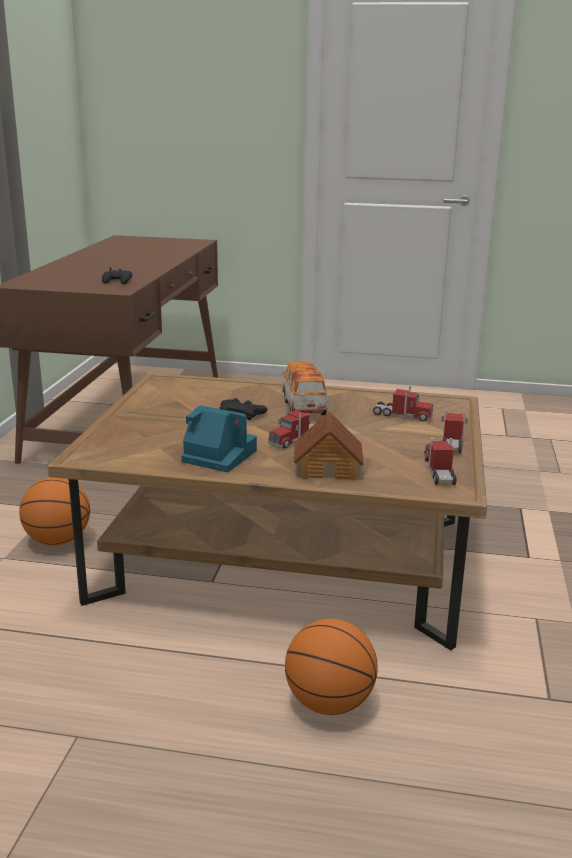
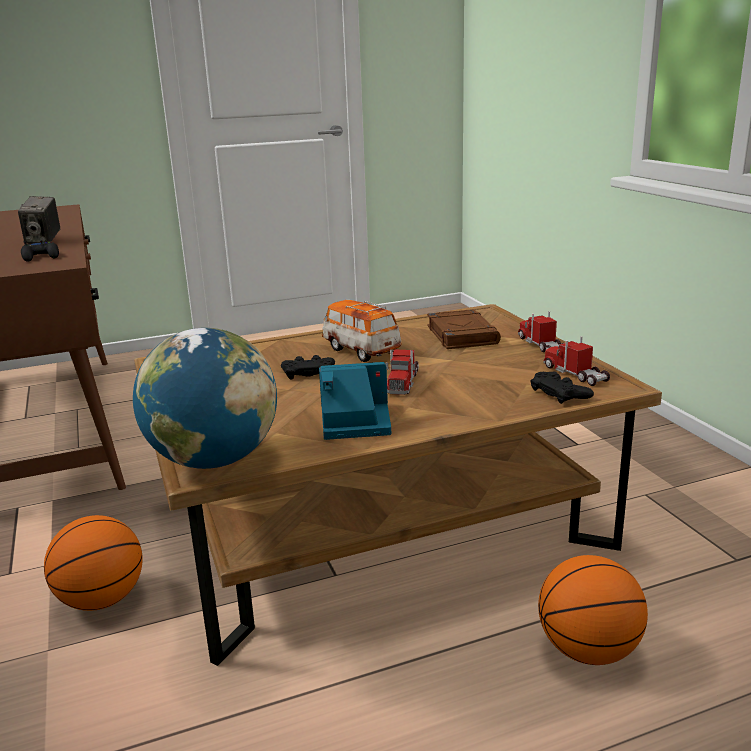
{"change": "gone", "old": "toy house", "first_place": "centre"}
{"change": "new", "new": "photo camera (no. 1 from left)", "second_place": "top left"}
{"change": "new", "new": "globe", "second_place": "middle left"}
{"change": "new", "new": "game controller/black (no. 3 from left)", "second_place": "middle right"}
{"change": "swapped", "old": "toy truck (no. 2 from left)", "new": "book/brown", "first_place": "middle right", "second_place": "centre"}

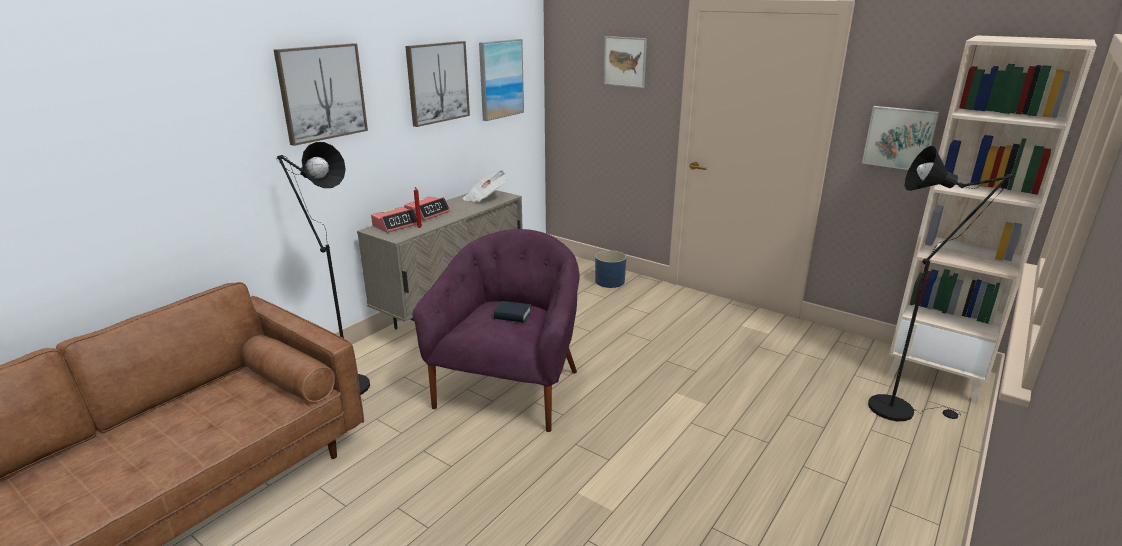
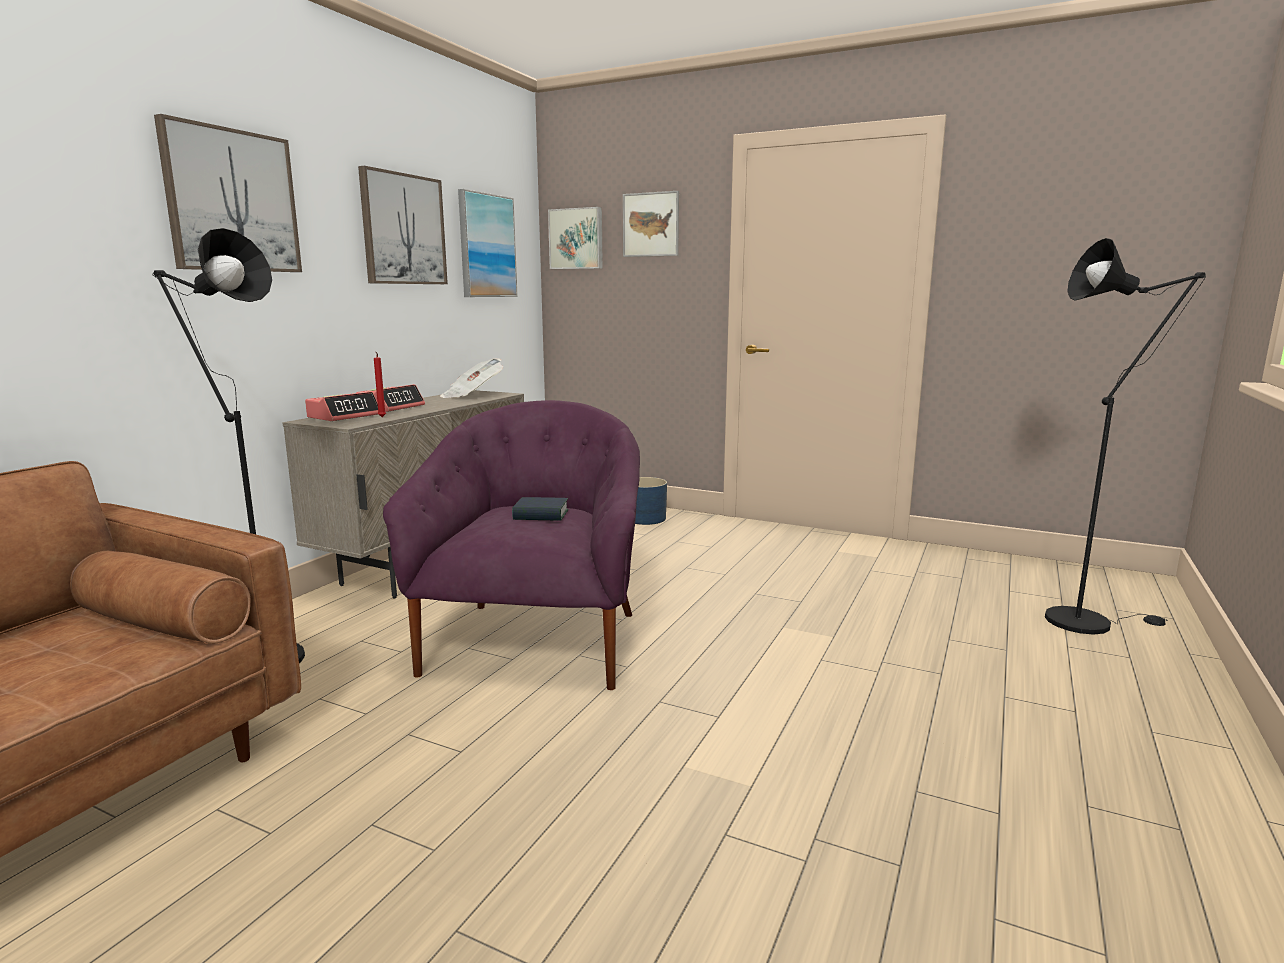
{"change": "gone", "old": "bookcase/beige", "first_place": "middle right"}
{"change": "shifted", "old": "picture (no. 5 from left in the first image)", "new": "picture (no. 4 from left)", "first_place": "top right", "second_place": "top centre"}

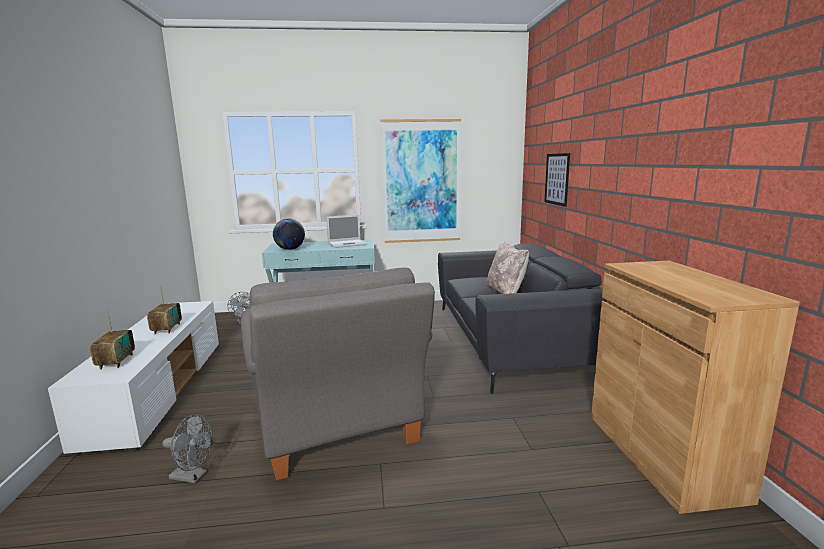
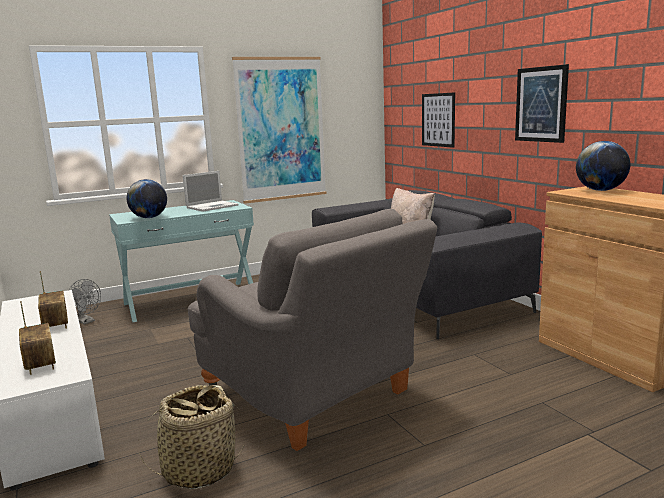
{"change": "new", "new": "picture (no. 3 from left)", "second_place": "top right"}
{"change": "new", "new": "globe (no. 2 from left)", "second_place": "middle right"}
{"change": "swapped", "old": "fan/grey (no. 1 from left)", "new": "basket", "first_place": "bottom left", "second_place": "bottom left"}

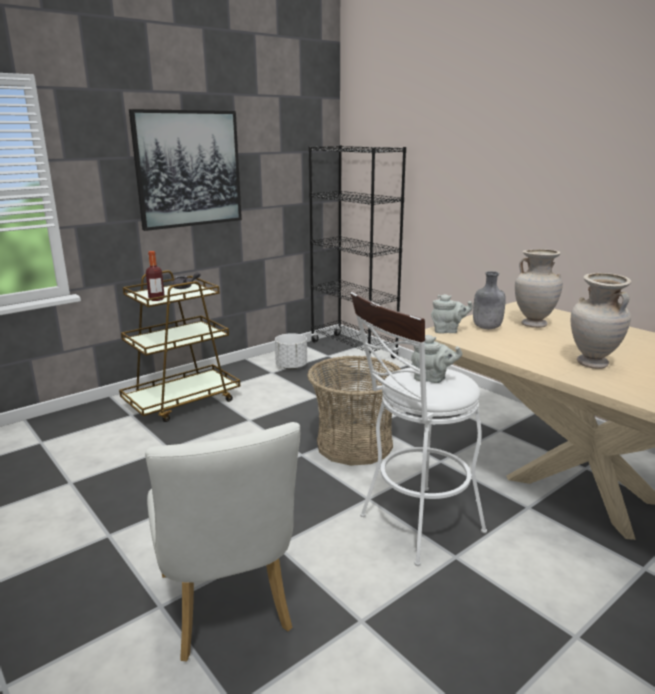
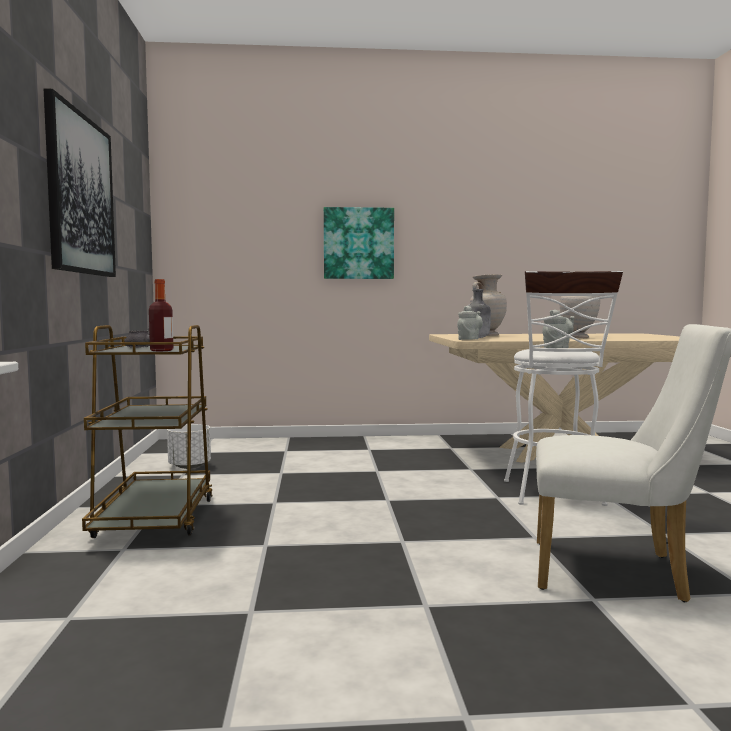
{"change": "gone", "old": "basket", "first_place": "centre"}
{"change": "gone", "old": "bookcase/black", "first_place": "centre"}
{"change": "new", "new": "picture (no. 2 from left)", "second_place": "top centre"}

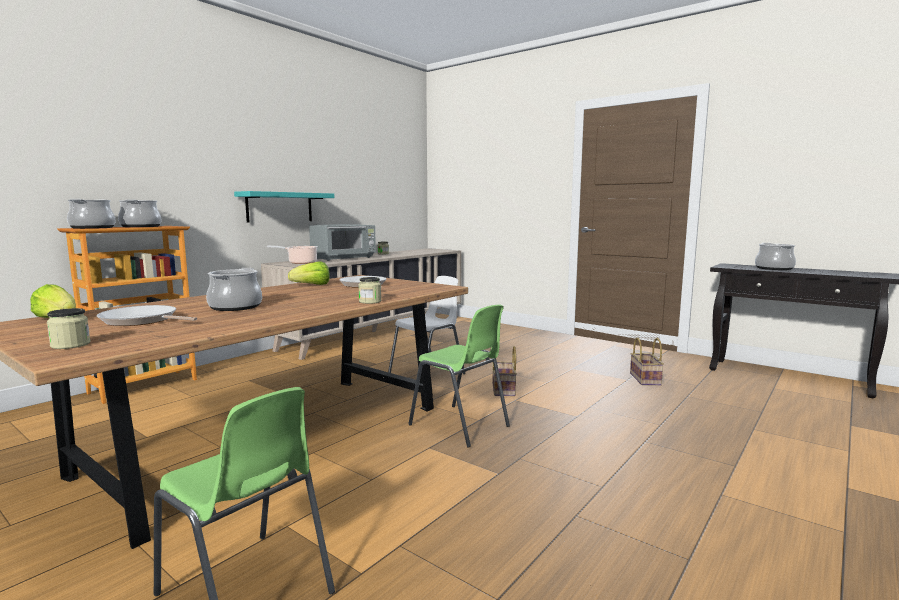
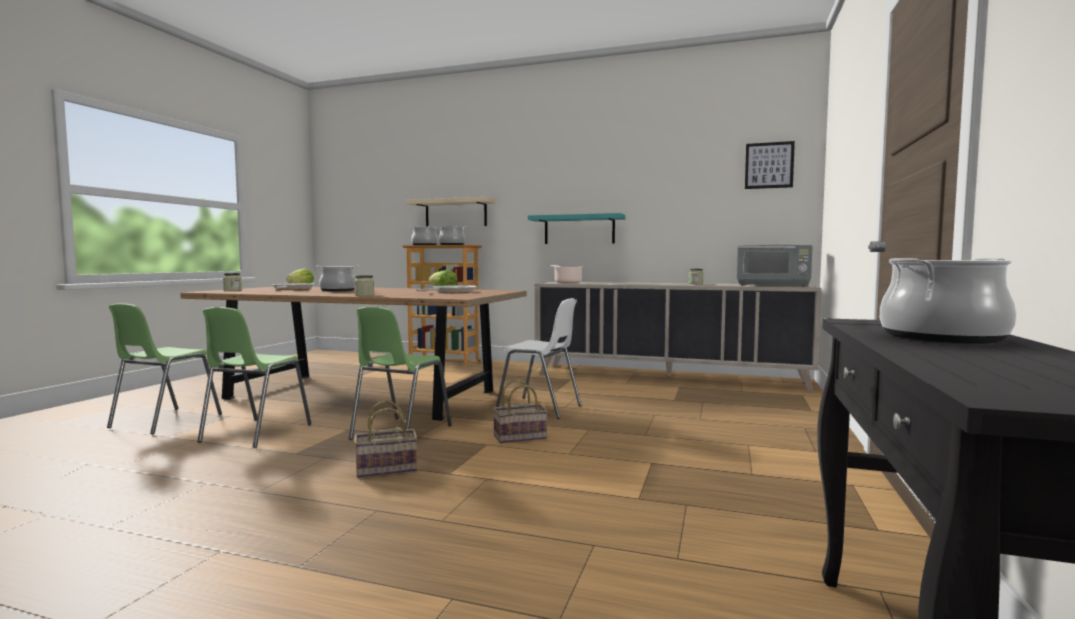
{"change": "new", "new": "chair/green (no. 2 from left)", "second_place": "middle left"}
{"change": "new", "new": "shelf/beige", "second_place": "centre"}
{"change": "new", "new": "picture", "second_place": "top right"}
{"change": "shifted", "old": "microwave/grey", "first_place": "centre", "second_place": "middle right"}
{"change": "shifted", "old": "basket (no. 2 from left in the first image)", "new": "basket (no. 1 from left)", "first_place": "middle right", "second_place": "bottom centre"}

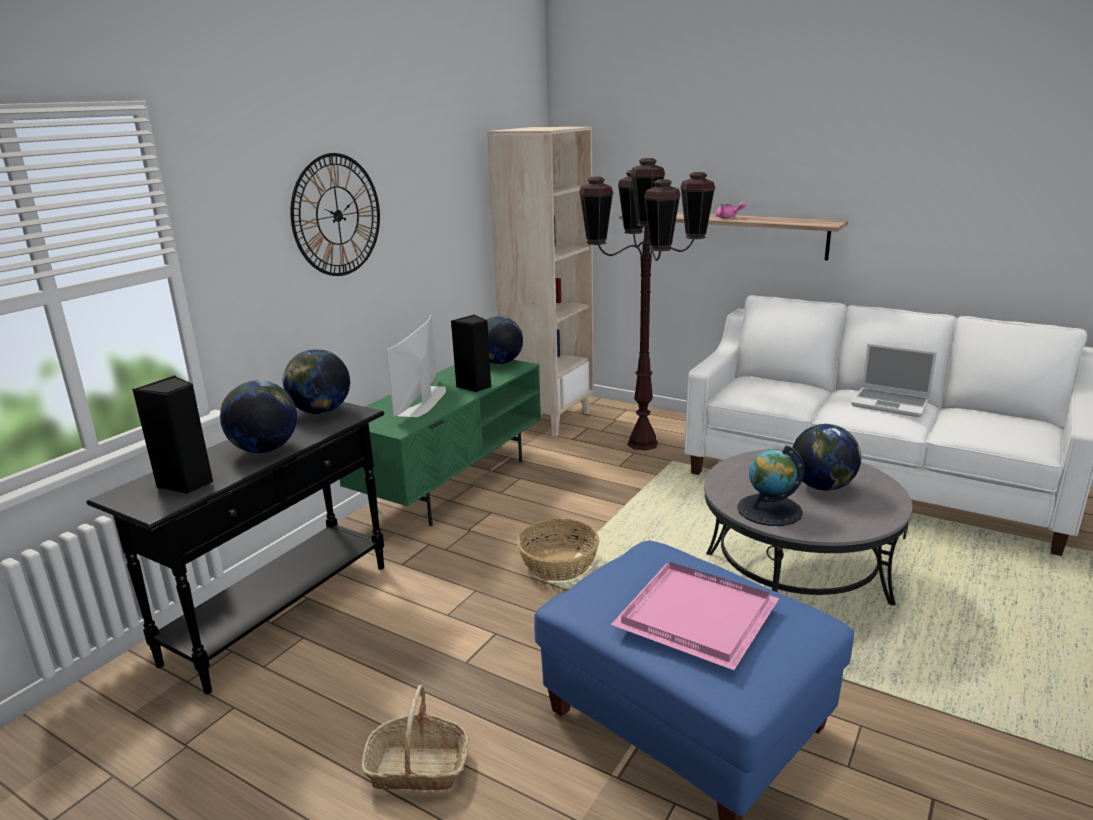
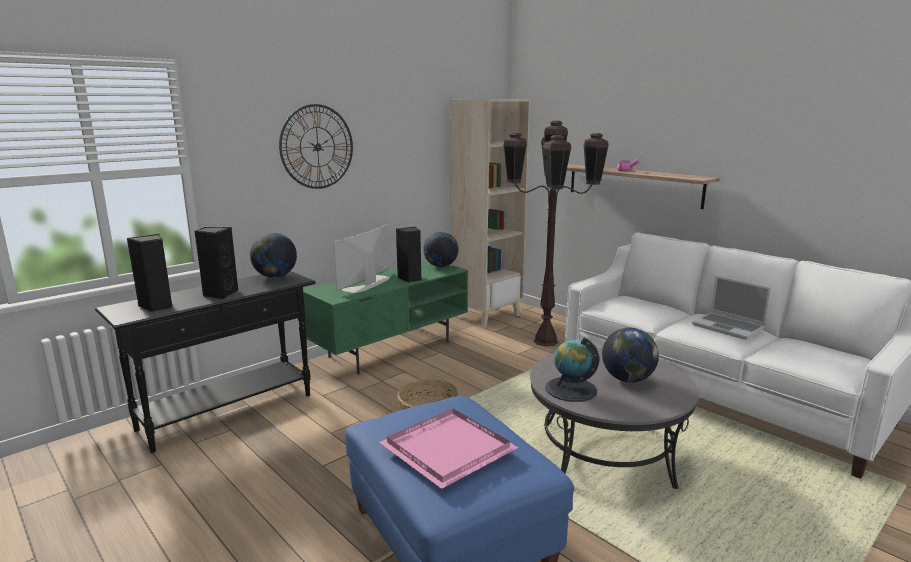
{"change": "gone", "old": "basket (no. 1 from left)", "first_place": "bottom centre"}
{"change": "swapped", "old": "globe (no. 1 from left)", "new": "speaker/black (no. 2 from left)", "first_place": "middle left", "second_place": "middle left"}

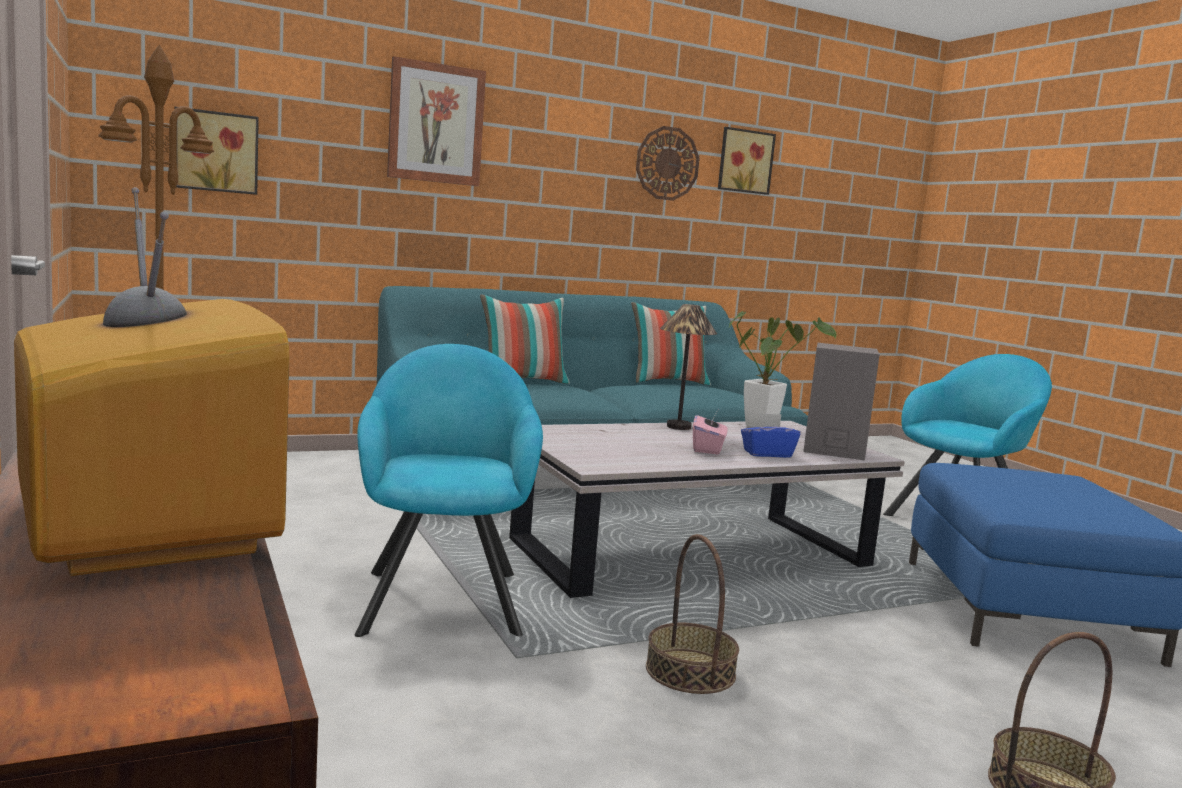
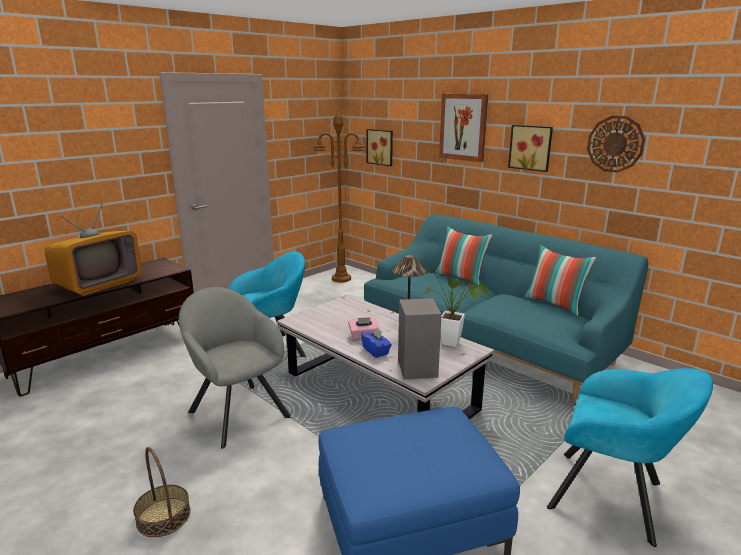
{"change": "shifted", "old": "picture (no. 3 from left)", "first_place": "top centre", "second_place": "top right"}
{"change": "swapped", "old": "basket (no. 1 from left)", "new": "armchair/grey", "first_place": "bottom centre", "second_place": "middle left"}

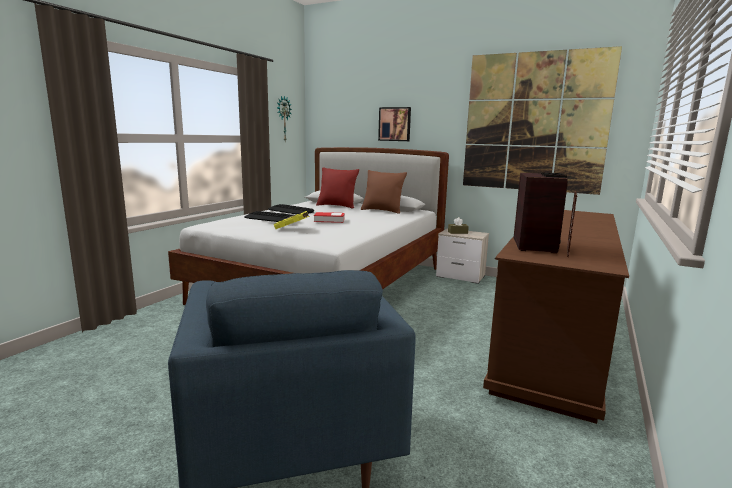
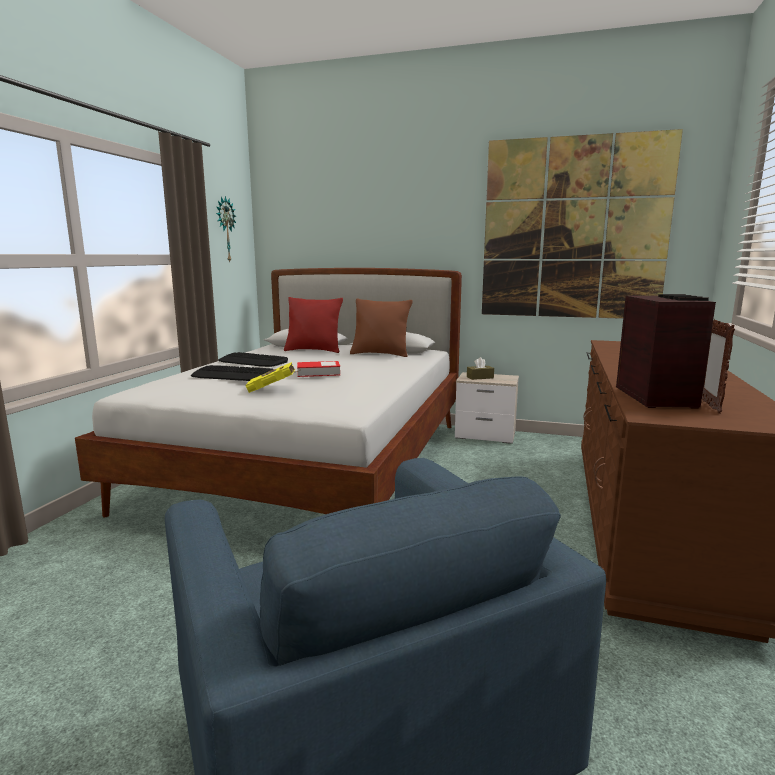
{"change": "gone", "old": "picture (no. 1 from left)", "first_place": "top centre"}

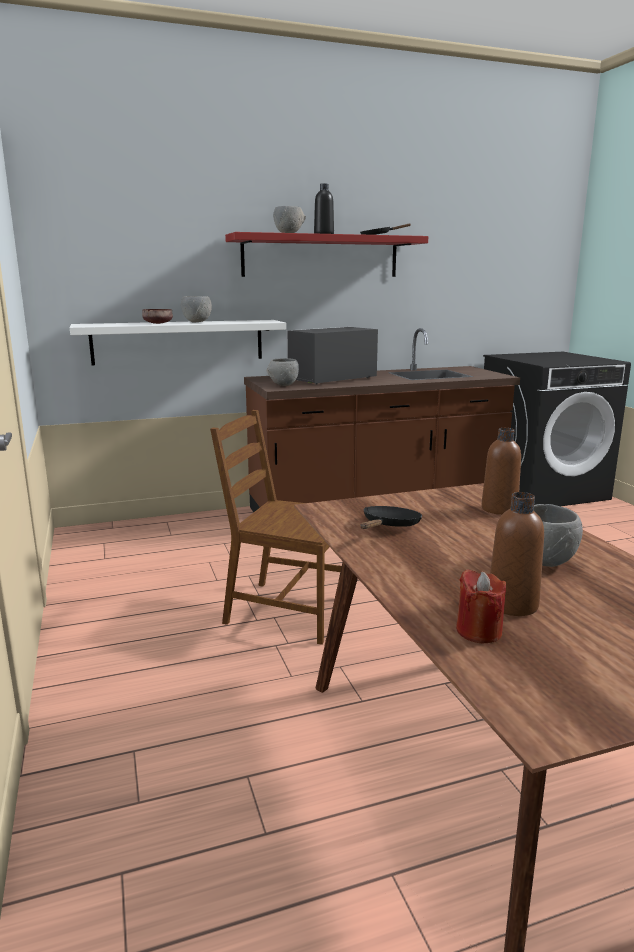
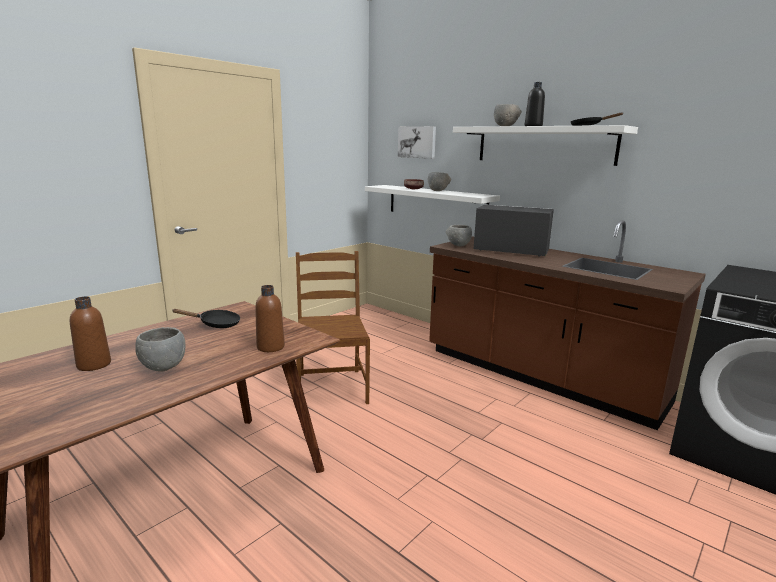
{"change": "gone", "old": "candle/red", "first_place": "middle right"}
{"change": "new", "new": "picture", "second_place": "top centre"}
{"change": "repainted", "old": "shelf/red", "new": "shelf/white (no. 2 from left)", "first_place": "top centre", "second_place": "top right"}

